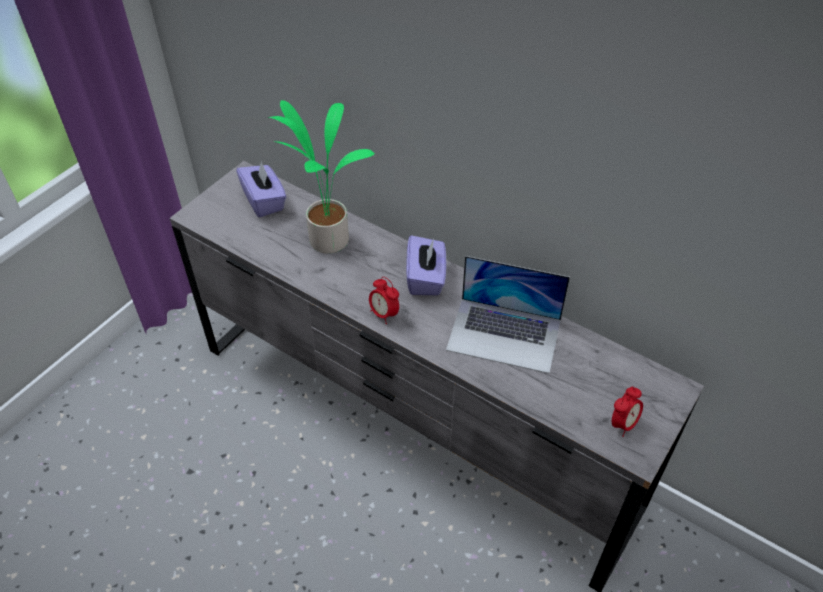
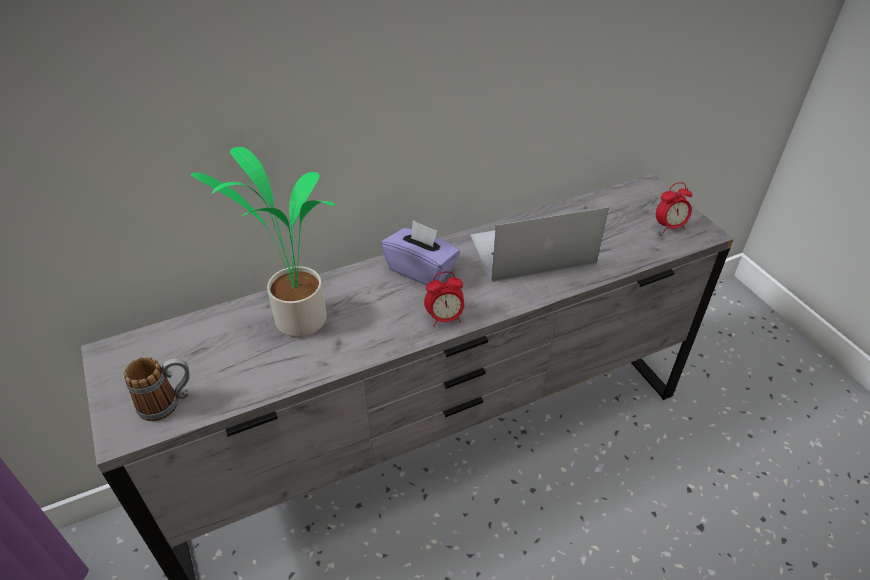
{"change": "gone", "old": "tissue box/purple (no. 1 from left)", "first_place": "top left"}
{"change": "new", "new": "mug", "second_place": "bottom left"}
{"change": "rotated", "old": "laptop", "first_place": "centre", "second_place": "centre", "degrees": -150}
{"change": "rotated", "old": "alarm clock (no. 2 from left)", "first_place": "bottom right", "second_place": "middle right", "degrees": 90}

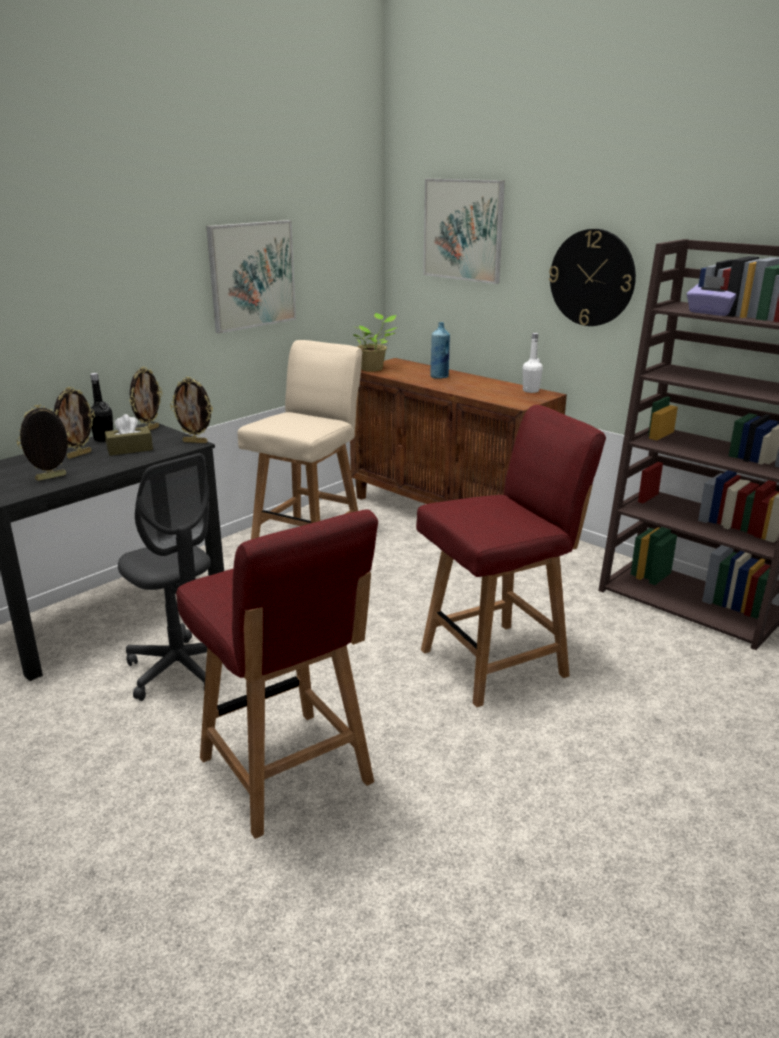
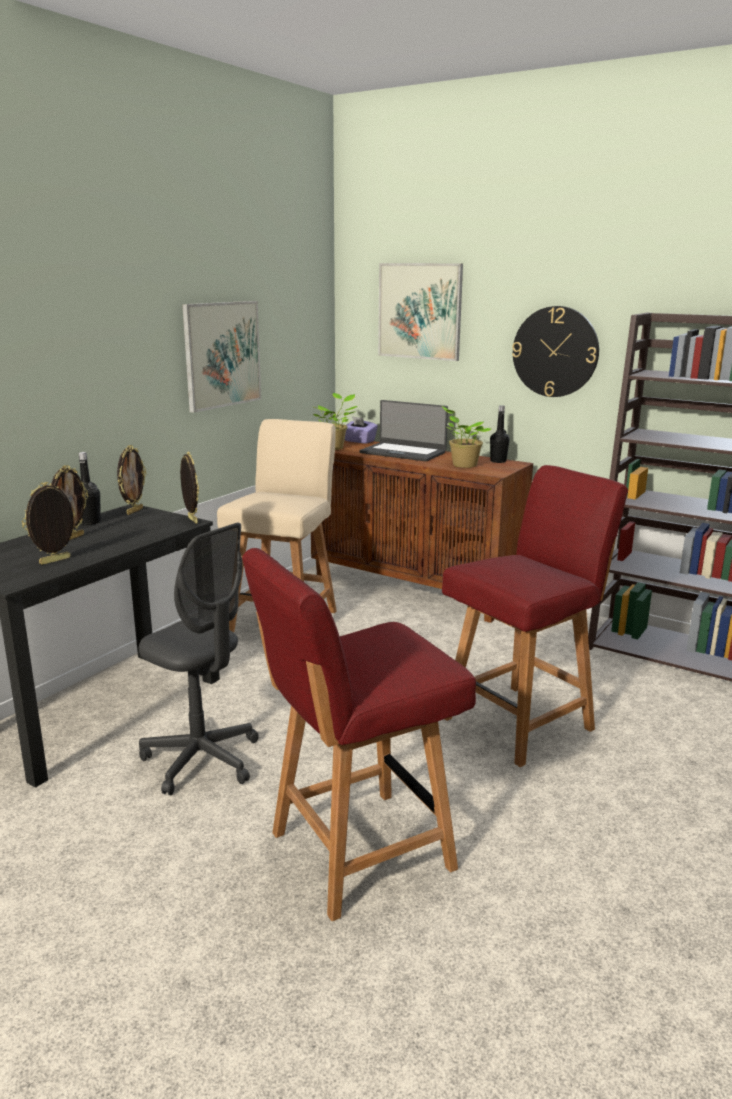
{"change": "gone", "old": "tissue box/brown", "first_place": "middle left"}
{"change": "new", "new": "potted plant (no. 2 from left)", "second_place": "centre"}
{"change": "shifted", "old": "tissue box/purple", "first_place": "top right", "second_place": "centre"}
{"change": "swapped", "old": "bottle/blue", "new": "laptop", "first_place": "centre", "second_place": "centre"}
{"change": "repainted", "old": "bottle/white", "new": "bottle/black (no. 2 from left)", "first_place": "middle right", "second_place": "middle right"}
{"change": "rotated", "old": "picture frame (no. 4 from left)", "first_place": "middle left", "second_place": "middle left", "degrees": -120}
{"change": "rotated", "old": "chair/red (no. 1 from left)", "first_place": "centre", "second_place": "bottom centre", "degrees": 105}

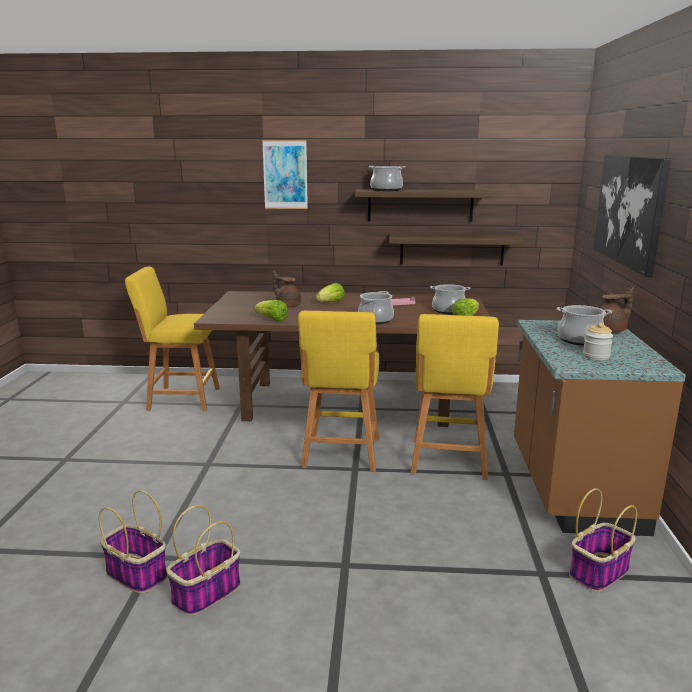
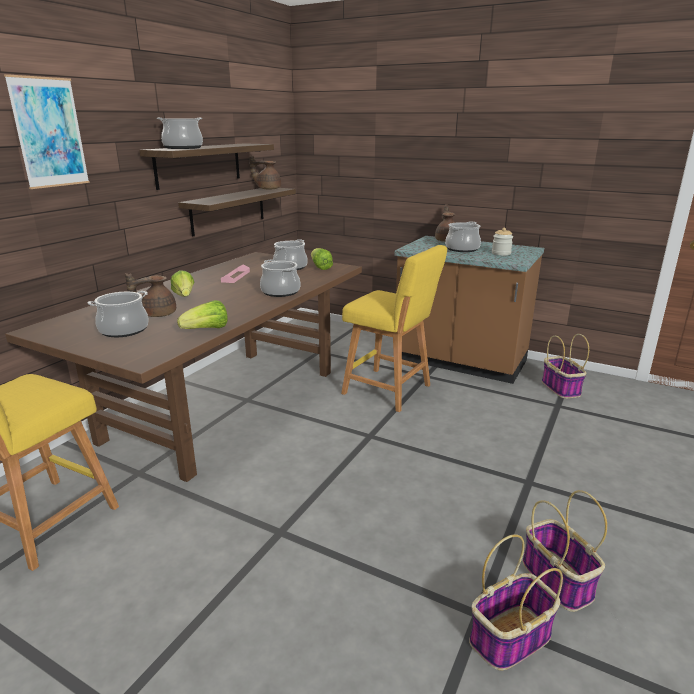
{"change": "gone", "old": "stool/yellow (no. 2 from left)", "first_place": "centre"}
{"change": "gone", "old": "picture (no. 2 from left)", "first_place": "top right"}
{"change": "new", "new": "cooking pot (no. 1 from left)", "second_place": "middle left"}
{"change": "new", "new": "teapot/brown (no. 2 from left)", "second_place": "top centre"}

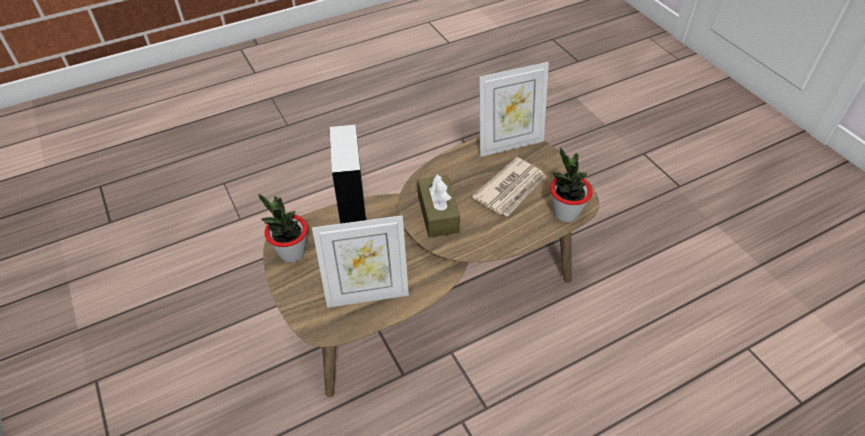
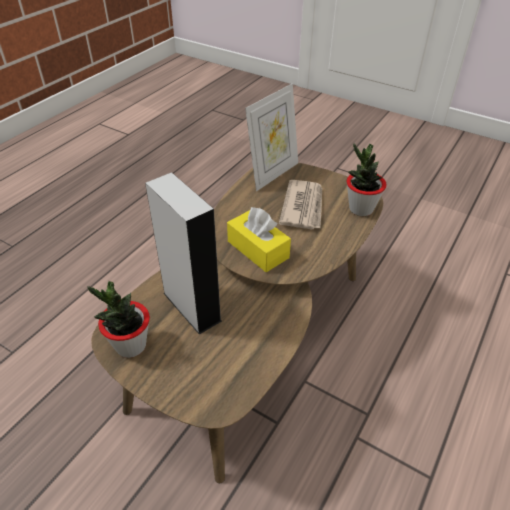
{"change": "gone", "old": "picture frame (no. 1 from left)", "first_place": "centre"}
{"change": "repainted", "old": "tissue box/brown", "new": "tissue box/yellow", "first_place": "centre", "second_place": "centre"}

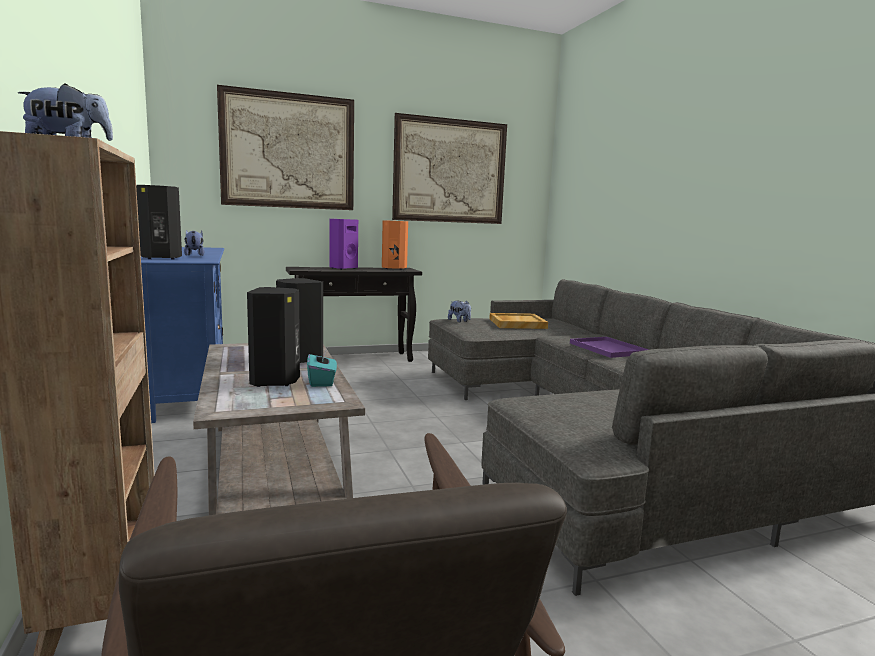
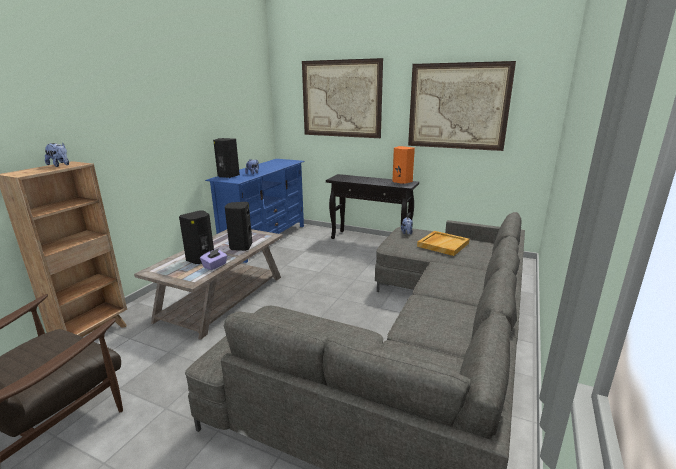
{"change": "gone", "old": "speaker/purple", "first_place": "centre"}
{"change": "gone", "old": "tray/purple", "first_place": "middle right"}
{"change": "repainted", "old": "tissue box/turquoise", "new": "tissue box/purple", "first_place": "centre", "second_place": "middle left"}

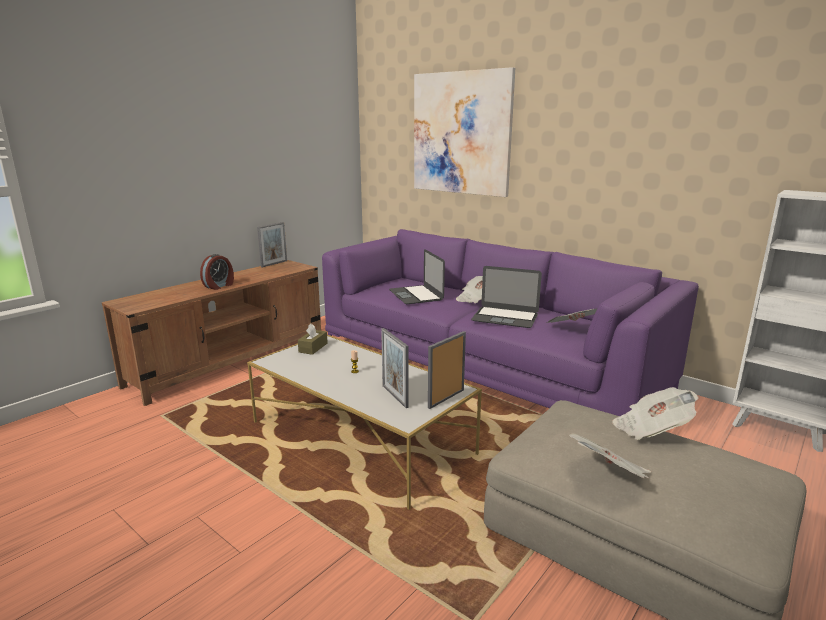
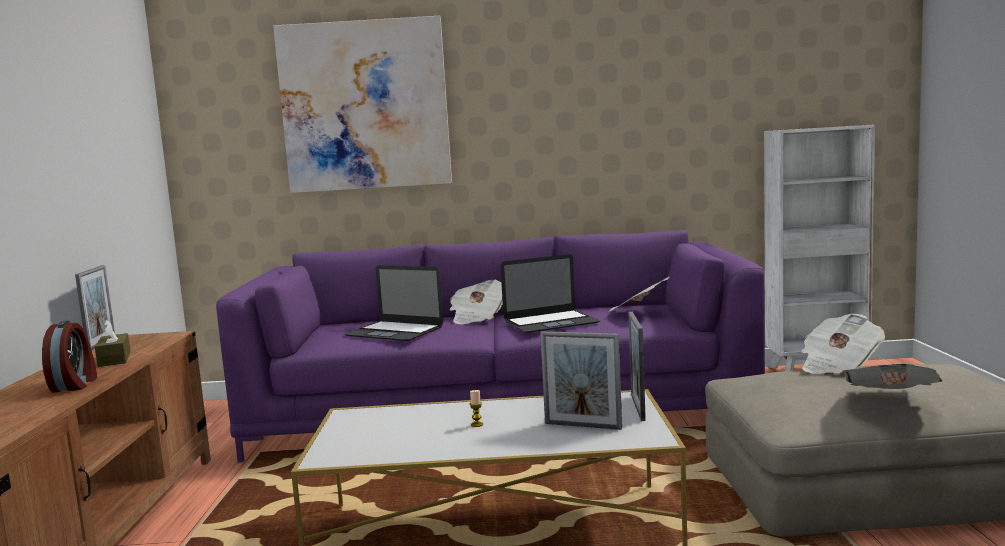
{"change": "shifted", "old": "tissue box/brown", "first_place": "centre", "second_place": "middle left"}

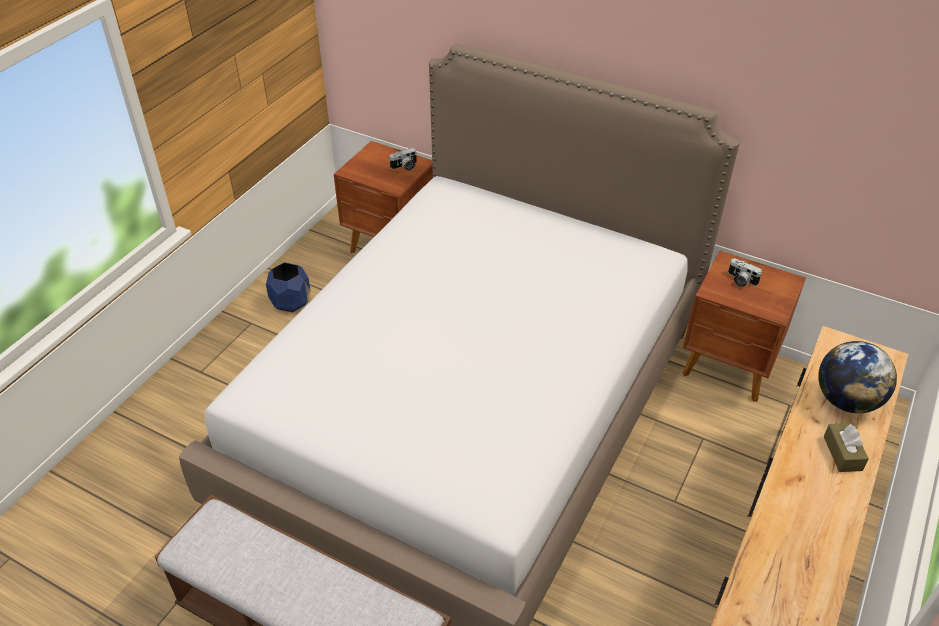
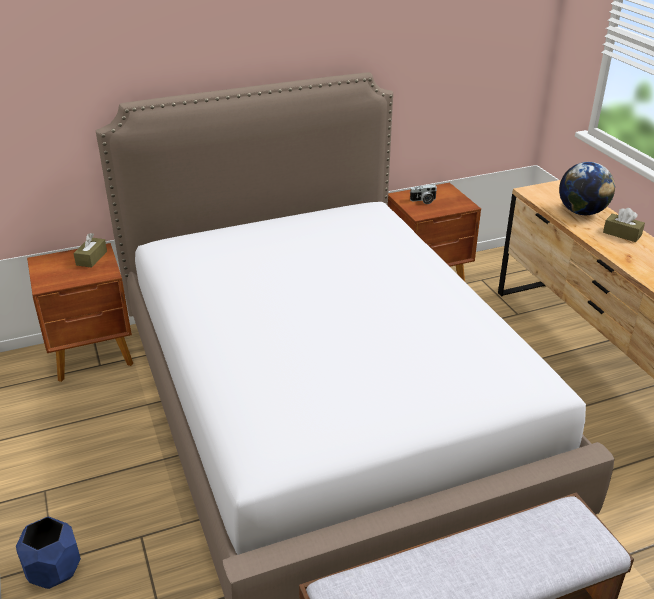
{"change": "shifted", "old": "planter/blue", "first_place": "middle left", "second_place": "bottom left"}
{"change": "swapped", "old": "photo camera (no. 1 from left)", "new": "tissue box/brown (no. 1 from left)", "first_place": "top centre", "second_place": "middle left"}

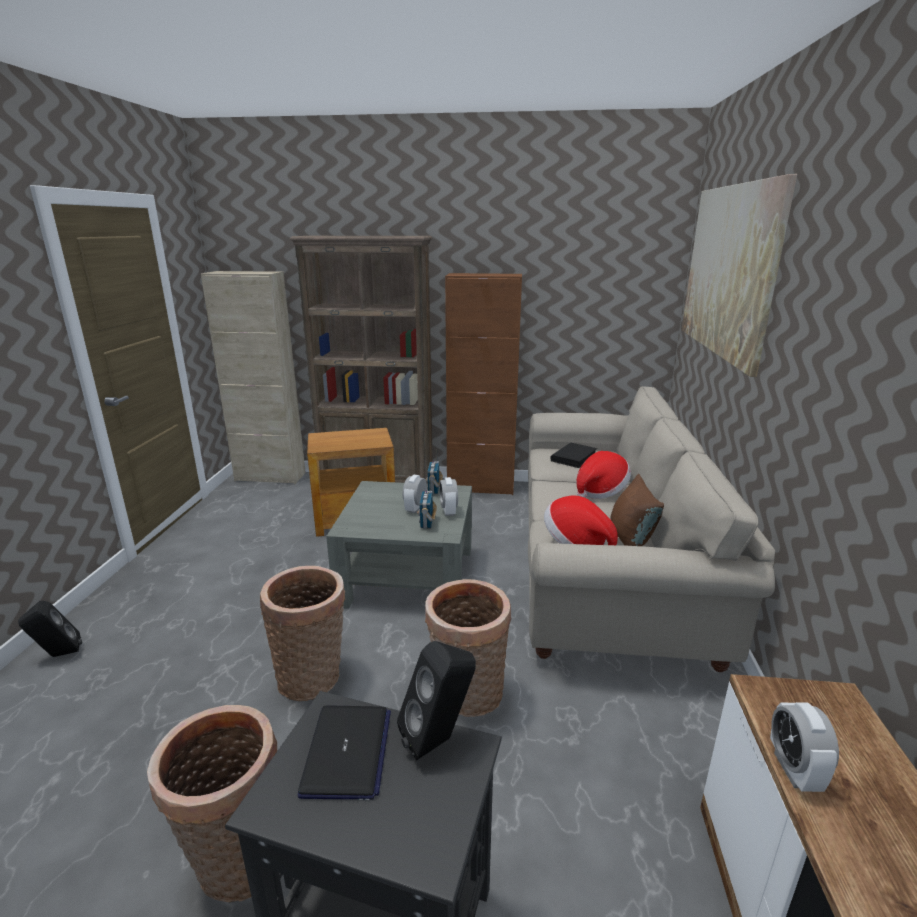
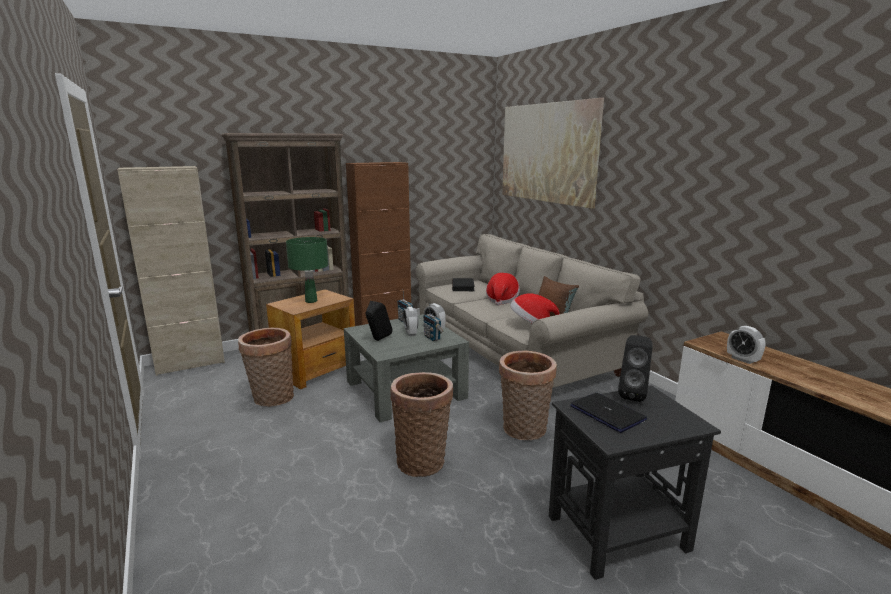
{"change": "new", "new": "table lamp/green", "second_place": "centre"}
{"change": "shifted", "old": "speaker/black (no. 1 from left)", "first_place": "bottom left", "second_place": "centre"}
{"change": "shifted", "old": "basket (no. 1 from left)", "first_place": "bottom left", "second_place": "middle left"}

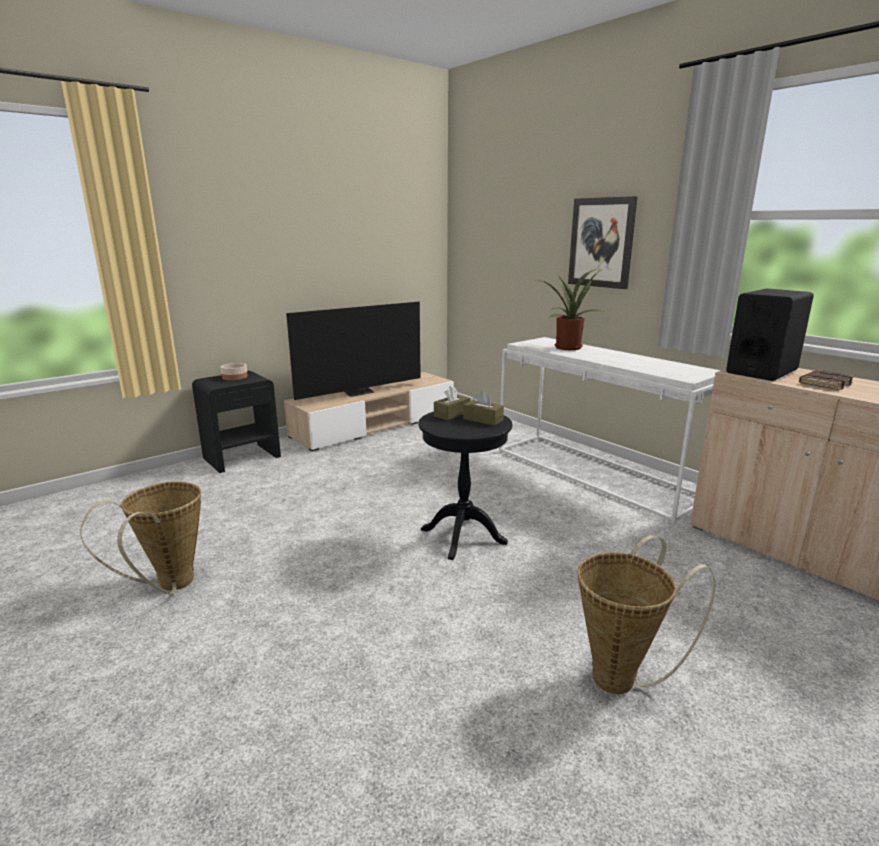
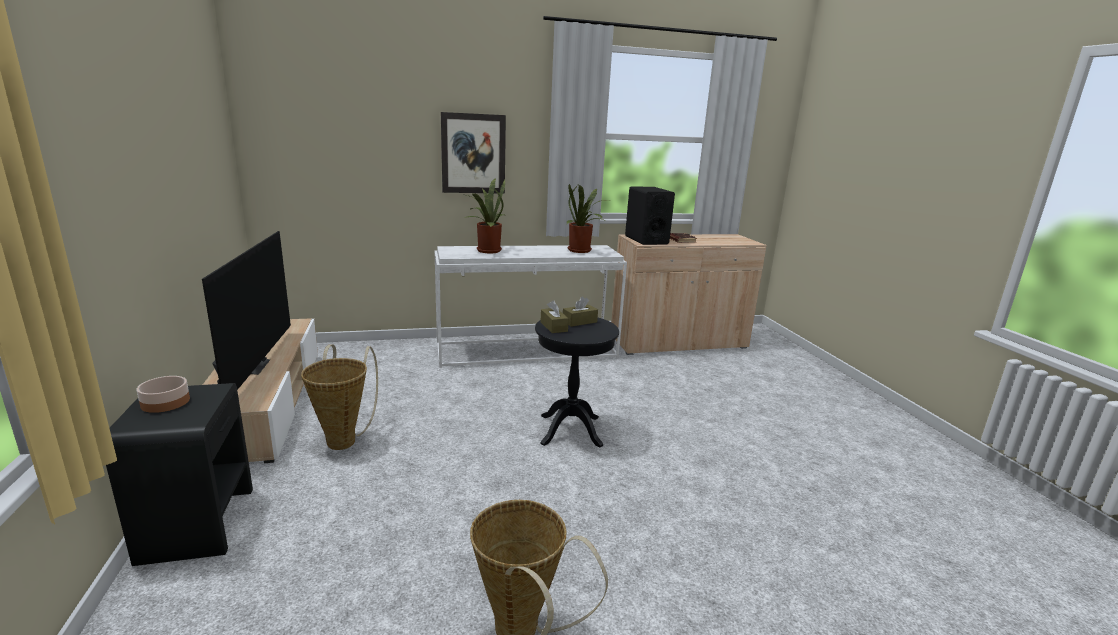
{"change": "new", "new": "potted plant (no. 2 from left)", "second_place": "centre"}
{"change": "shifted", "old": "basket (no. 2 from left in the first image)", "new": "basket (no. 1 from left)", "first_place": "bottom right", "second_place": "middle left"}

